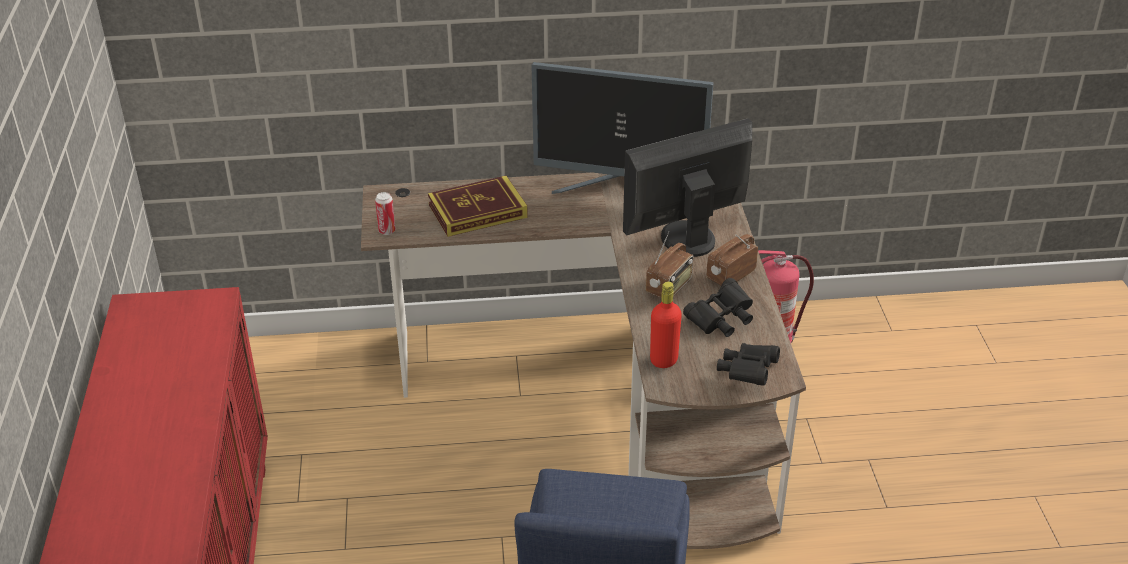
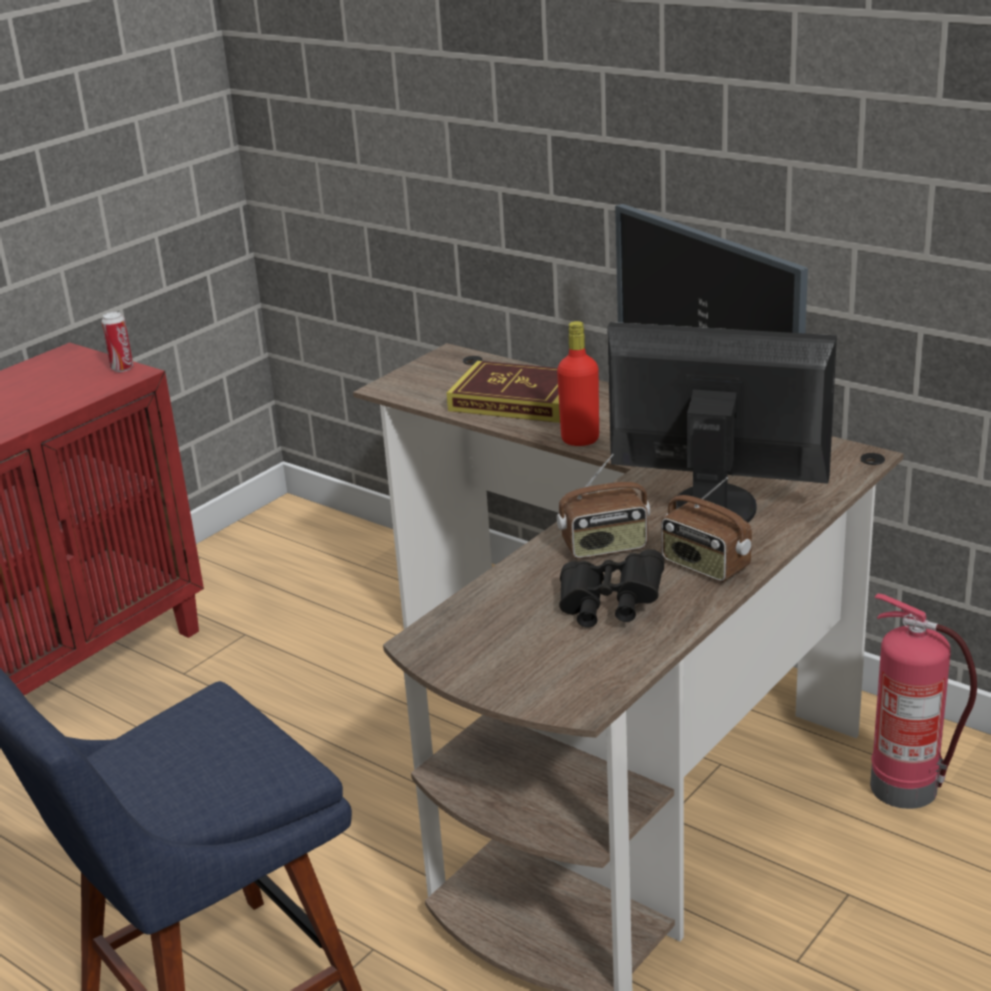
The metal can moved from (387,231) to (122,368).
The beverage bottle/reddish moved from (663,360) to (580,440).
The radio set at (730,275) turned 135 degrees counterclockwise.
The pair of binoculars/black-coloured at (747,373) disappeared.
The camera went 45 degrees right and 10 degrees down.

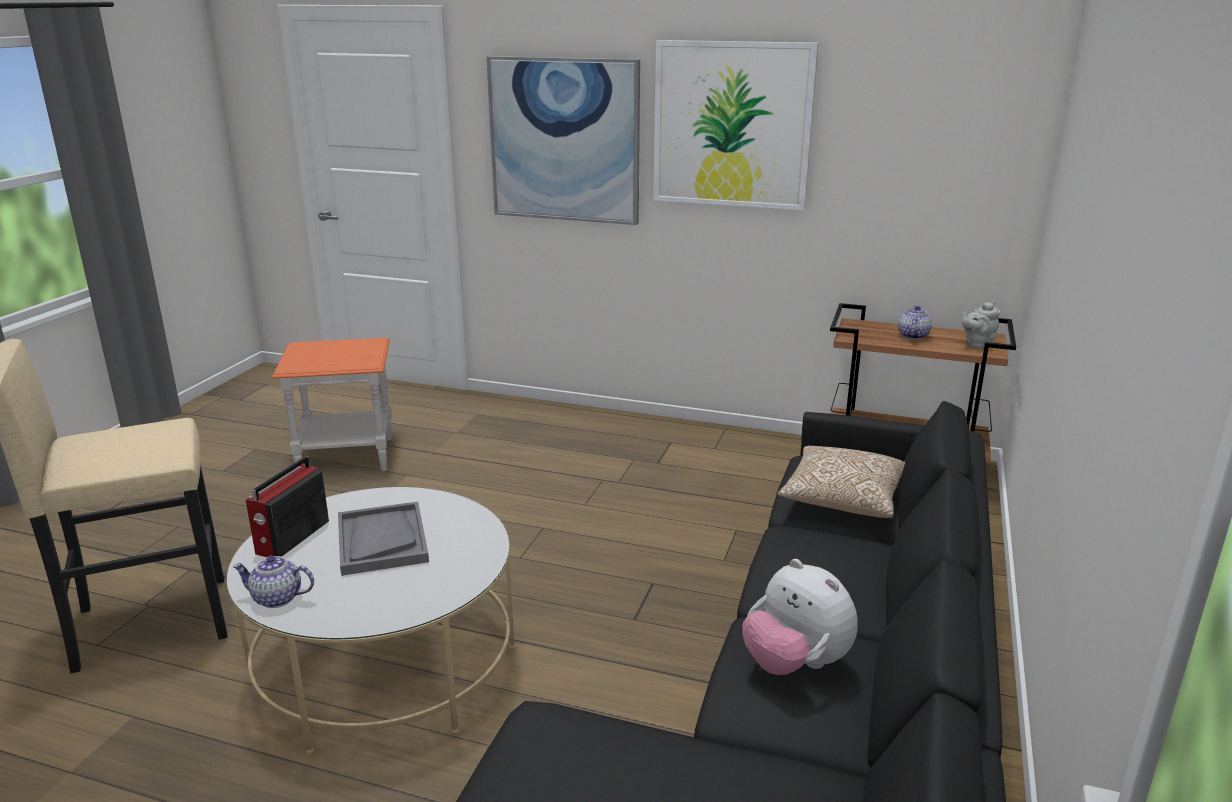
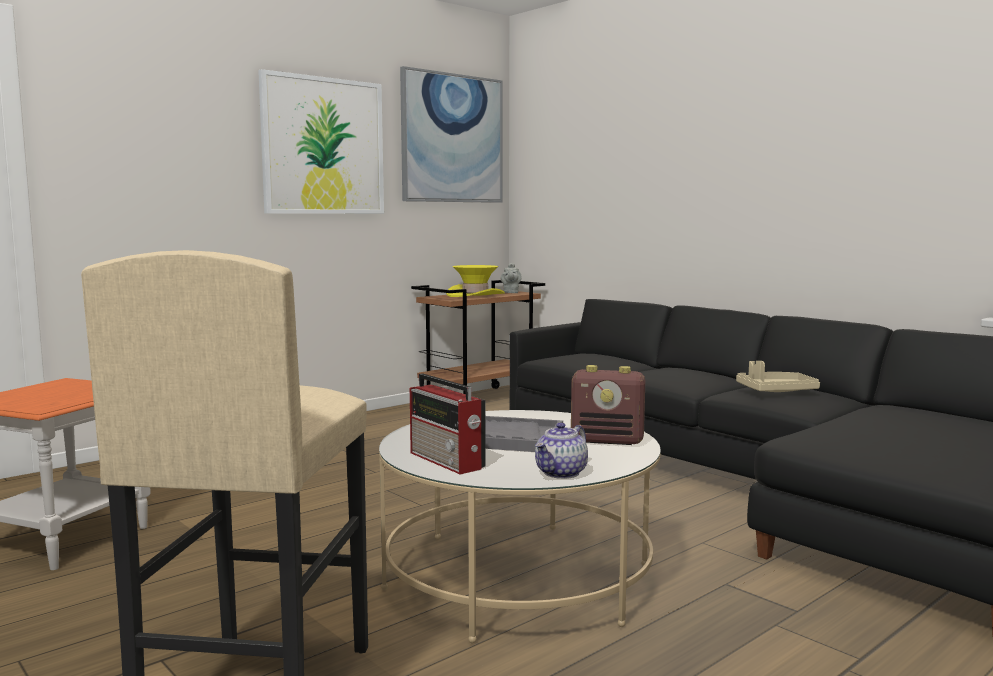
The wall picture moved from (564,140) to (452,138).
The soft toy at (795,664) was replaced by the serving tray/sand-coloured at (776,391).
The cushion at (843,499) disappeared.
The teapot at (912,336) was replaced by the wearable hat/yellow-coloured at (475,295).
The radio set at (608,441) appeared.
The camera went 60 degrees left and 15 degrees down.

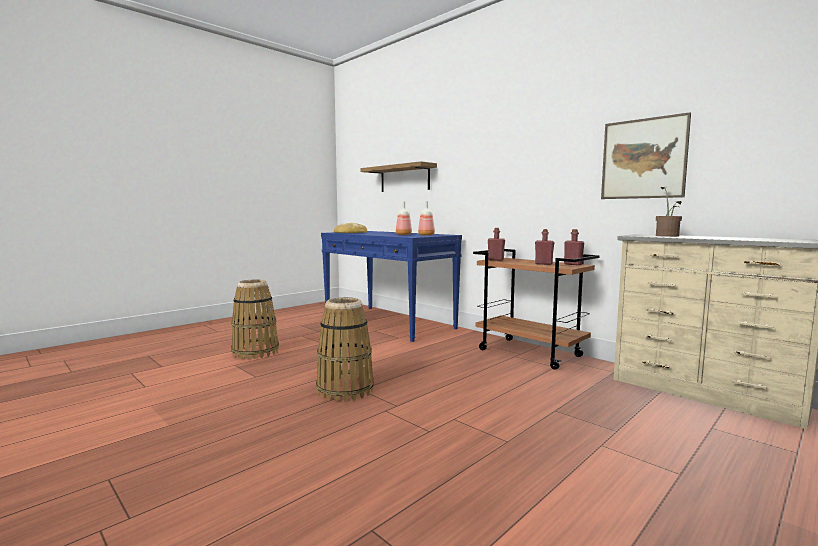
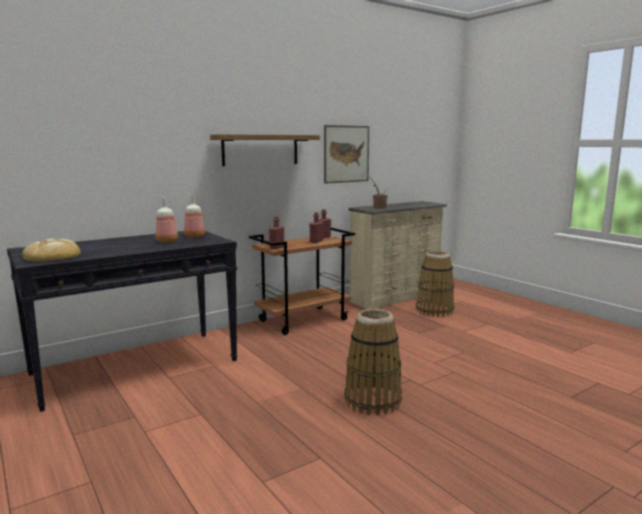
The basket moved from (255,352) to (434,310).
The console table/blue-coloured at (388,322) became the console table/black-coloured at (136,366).
The shelf moved from (404,178) to (260,150).
The camera went 80 degrees left and 5 degrees up.

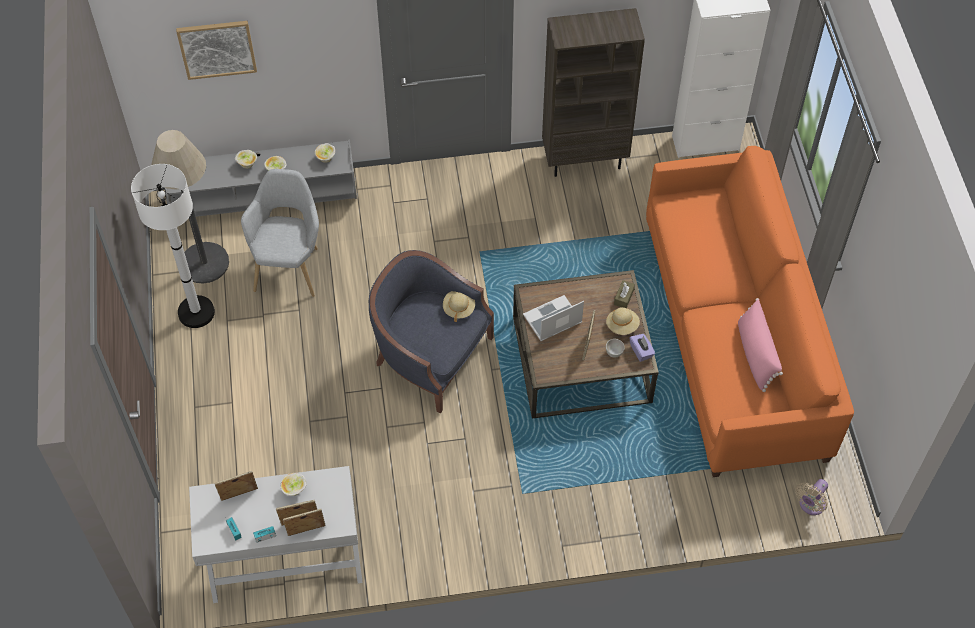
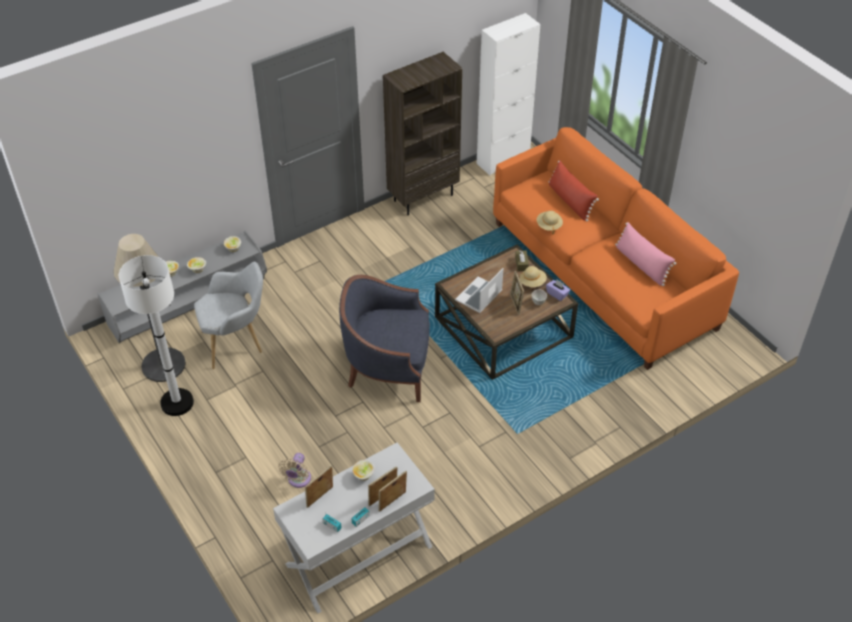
The wall picture at (217,48) disappeared.
The easy chair/greyish at (289,265) turned 90 degrees clockwise.
The wearable hat/sand-coloured moved from (459,308) to (549,225).
The cooling fan/sand-coloured moved from (810,505) to (298,480).
The cushion/reddish at (570,201) appeared.
The camera went 25 degrees left and 10 degrees down.

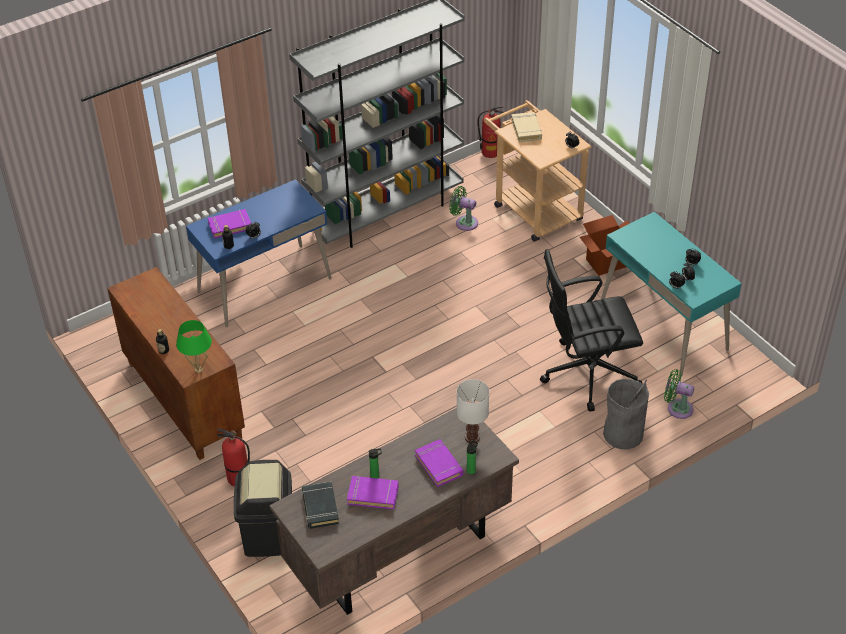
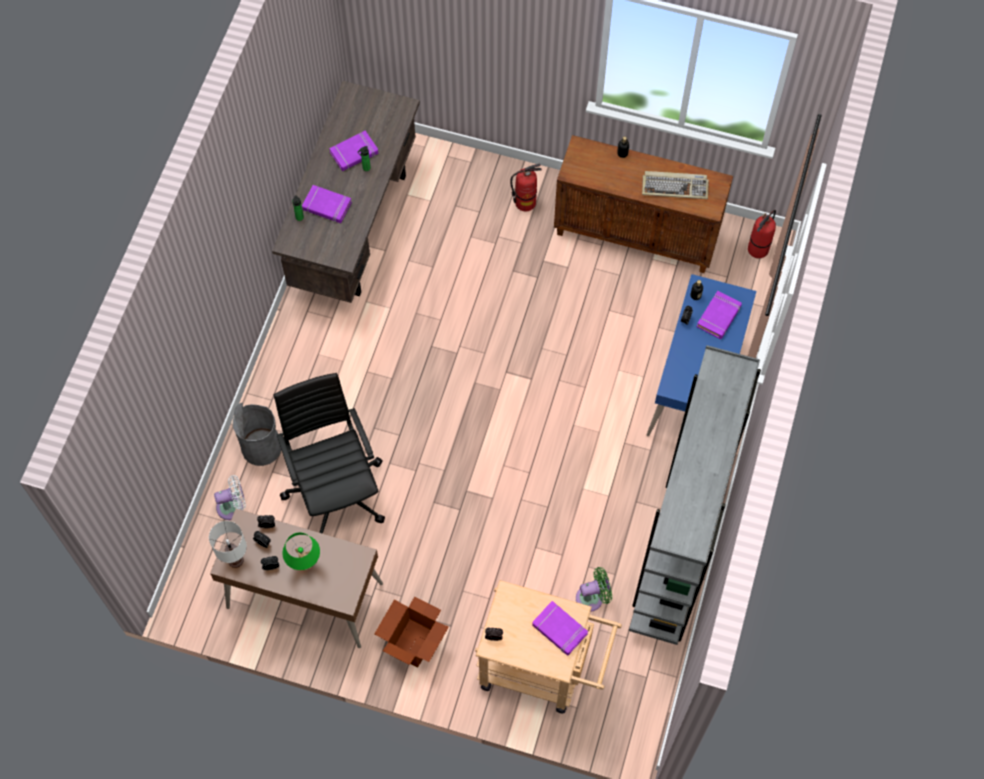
The table lamp/green moved from (198,369) to (305,565).
The rubbish bin/black-coloured at (269,535) disappeared.
The volume/black-coloured at (320,507) disappeared.
The table lamp/whitish moved from (471,437) to (236,560).
The extinguisher moved from (490,152) to (758,250).
The volume/sand-coloured at (526,129) became the volume/purple at (559,629).
The office chair/black-coloured at (586,373) turned 60 degrees counterclockwise.
The desk unit/turquoise-coloured at (663,326) became the desk unit/brown-coloured at (304,596).
The cooling fan/green at (677,408) became the cooling fan/whitish at (233,506).
The computer keyboard at (675,186) appeared.
The camera went 140 degrees right and 20 degrees up.

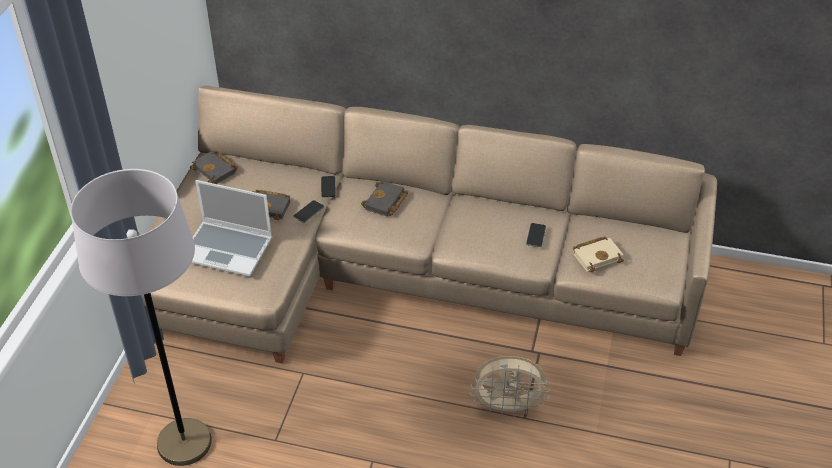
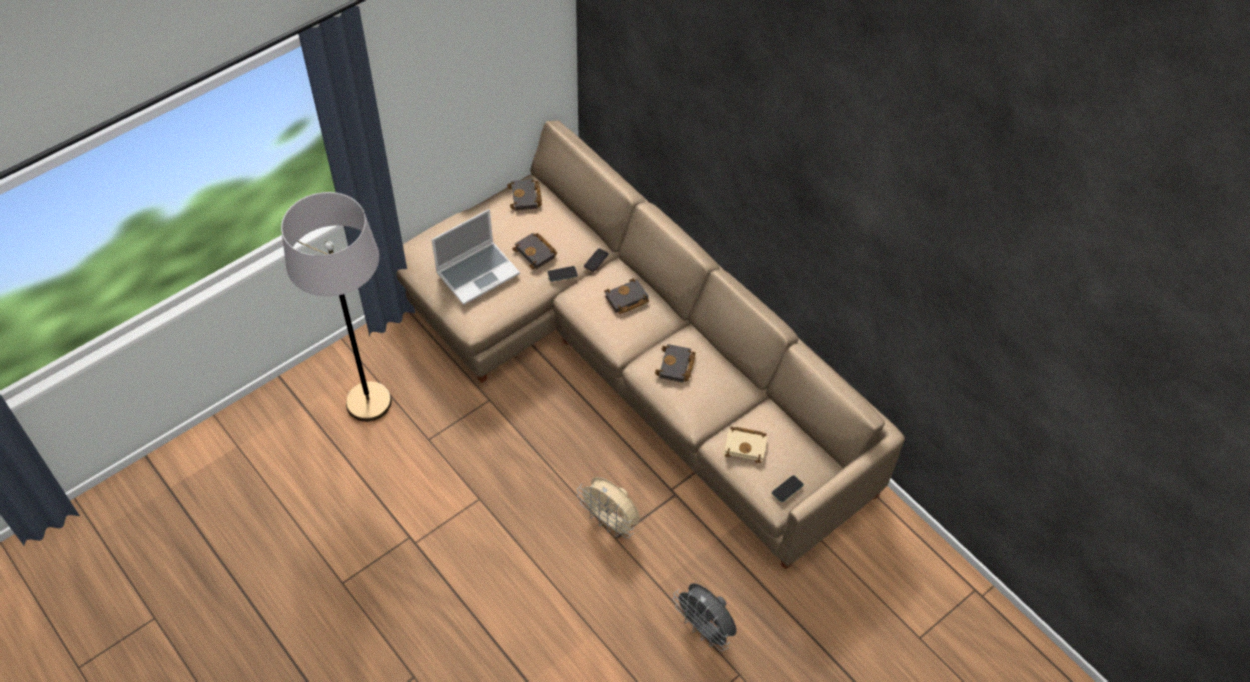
The laptop at (228,249) turned 90 degrees counterclockwise.
The telephone moved from (536,235) to (787,489).
The volume/black-coloured at (676,366) appeared.
The cooling fan/greyish at (705,629) appeared.
The camera went 35 degrees right and 10 degrees up.

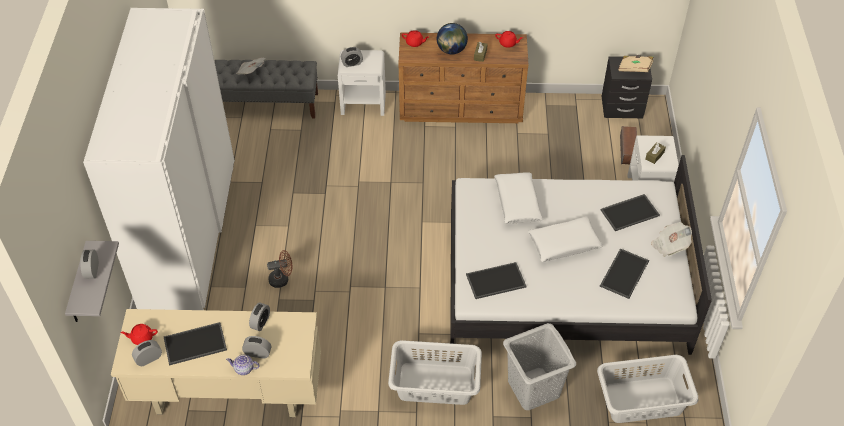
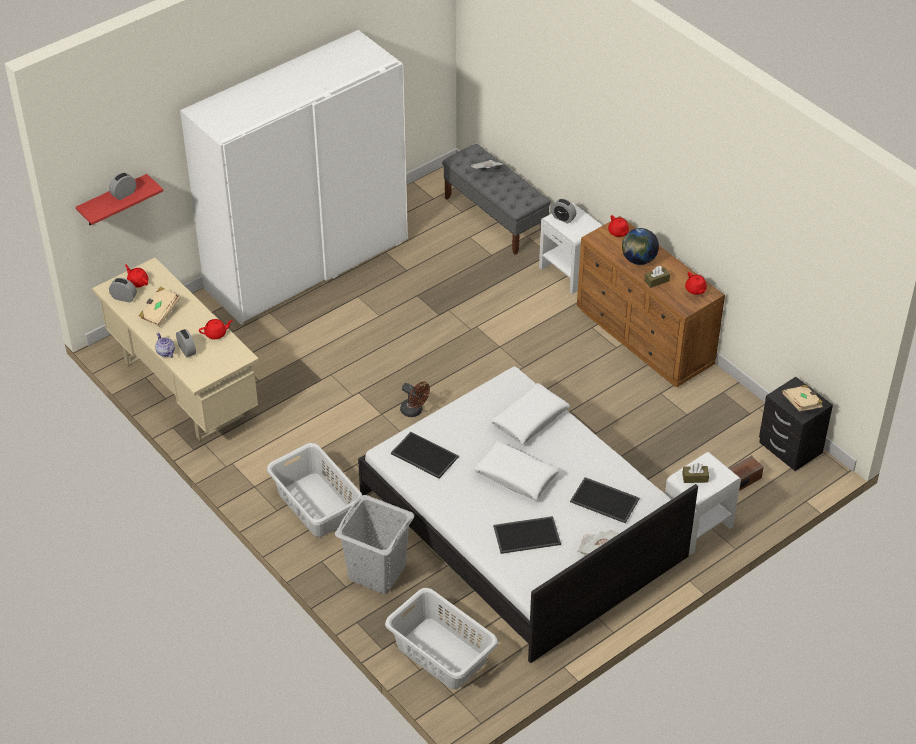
The shelf/greyish at (79,285) became the shelf/reddish at (113,201).
The serving tray at (194,345) was replaced by the volume/sand-coloured at (160,312).
The bedside clock at (260,322) was replaced by the teapot/reddish at (216,334).
The cooling fan/brown-coloured moved from (282,279) to (414,411).
The camera went 50 degrees right and 5 degrees down.

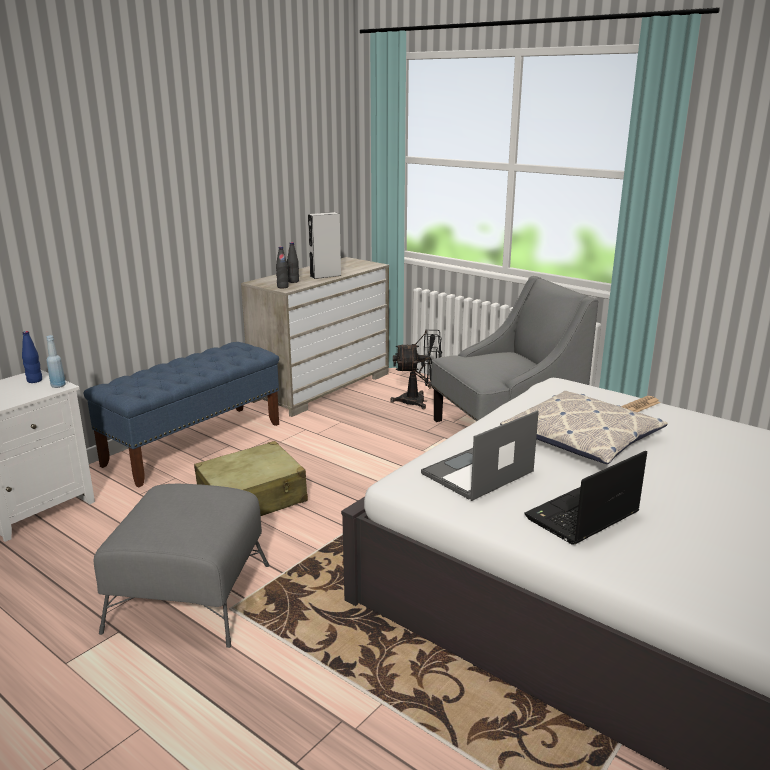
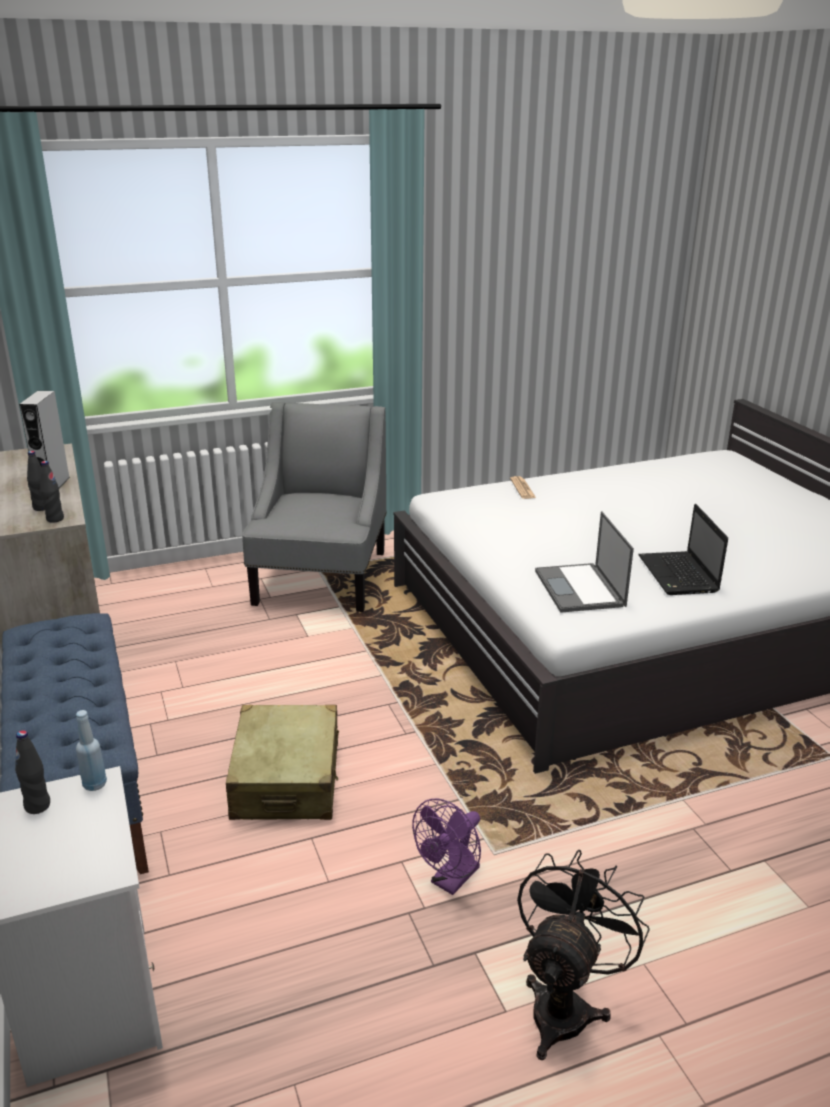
The beverage bottle/blue-coloured at (34,380) became the beverage bottle/black-coloured at (37,806).
The ottoman/greyish at (188,597) was replaced by the cooling fan/purple at (451,881).
The cooling fan/black-coloured moved from (419,401) to (565,1005).
The cushion at (582,438) disappeared.
The camera went 60 degrees left and 5 degrees up.

